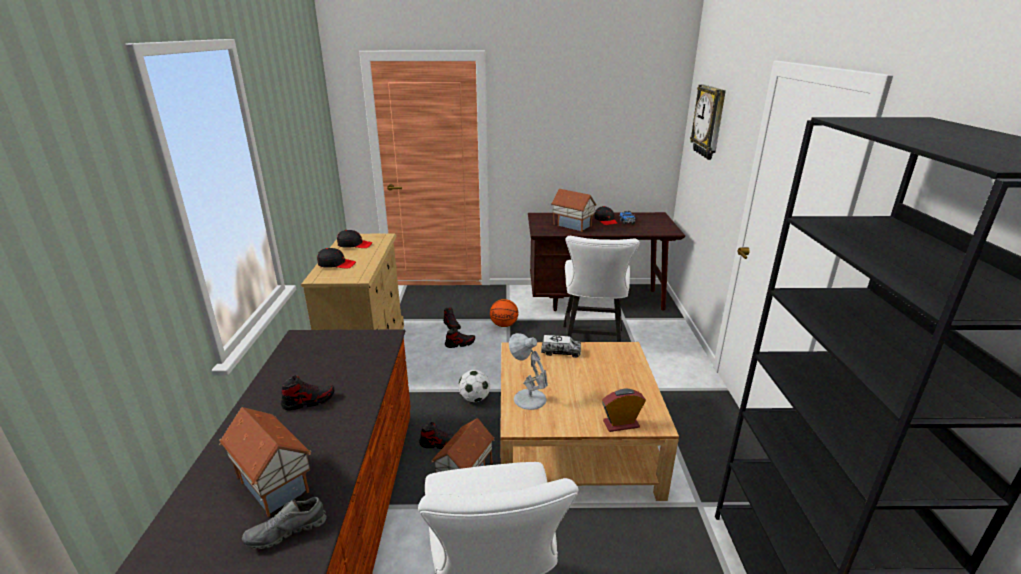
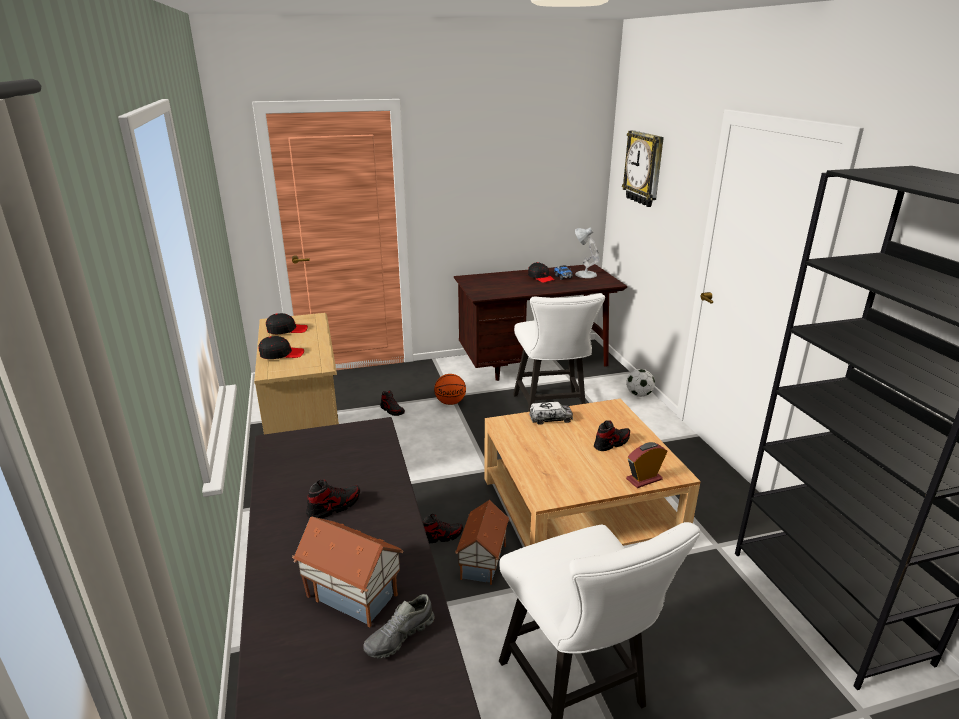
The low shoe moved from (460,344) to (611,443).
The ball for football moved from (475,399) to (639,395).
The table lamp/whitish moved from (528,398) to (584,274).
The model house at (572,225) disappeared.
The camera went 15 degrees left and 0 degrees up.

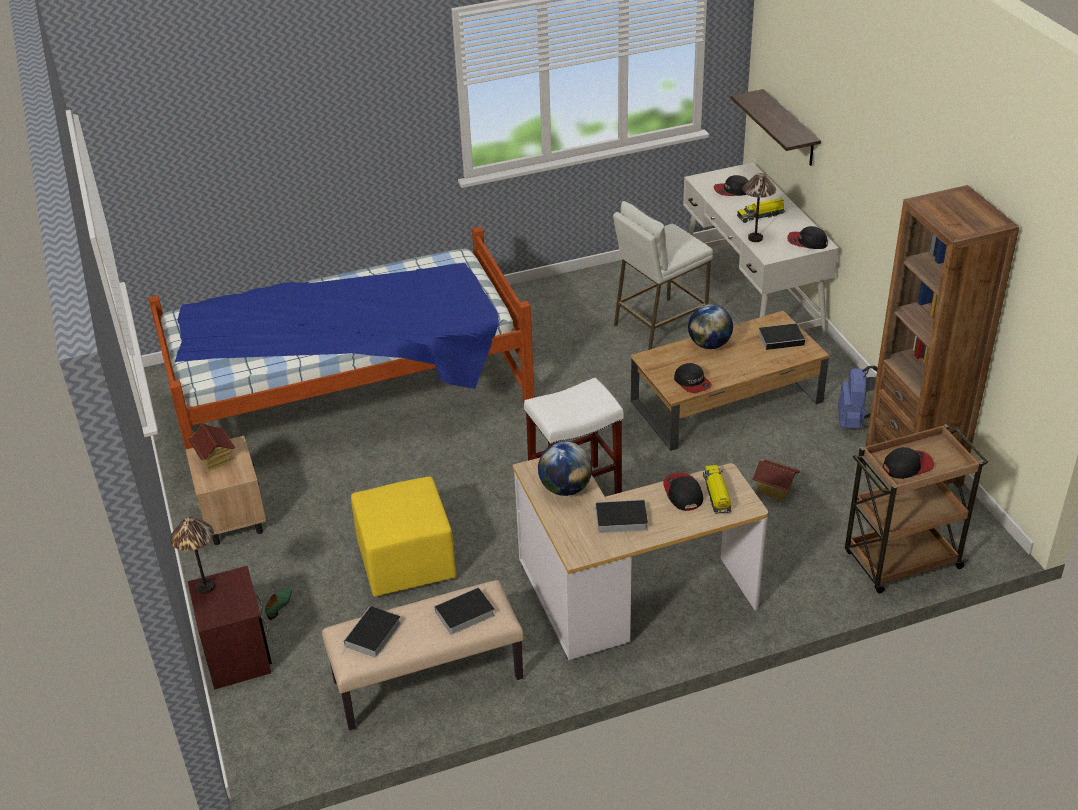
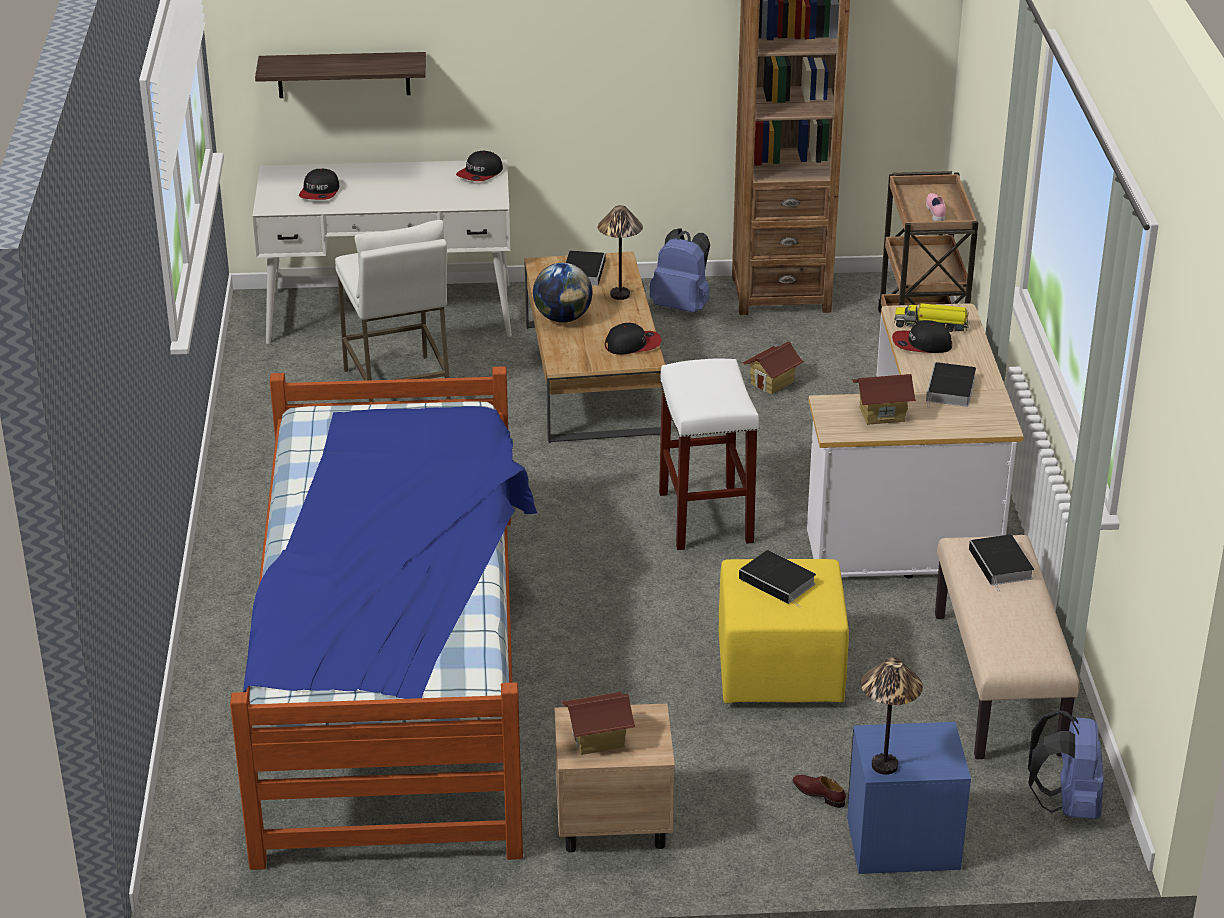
The nightstand/brown-coloured at (237,655) became the nightstand/blue-coloured at (903,843).
The low shoe/green at (280,605) became the low shoe/brown-coloured at (818,794).
The volume moved from (372,636) to (779,582).
The world globe at (565,488) was replaced by the model house at (881,414).
The toy lorry at (761,215) disappeared.
The table lamp moved from (755,238) to (619,295).
The baseball cap at (907,466) was replaced by the low shoe/pink-coloured at (936,213).
The rucksack/blue-coloured at (1067,804) appeared.
The camera went 75 degrees left and 5 degrees down.

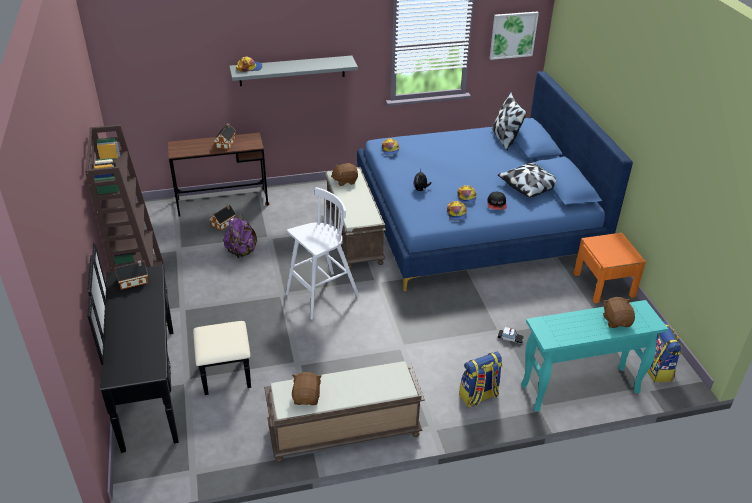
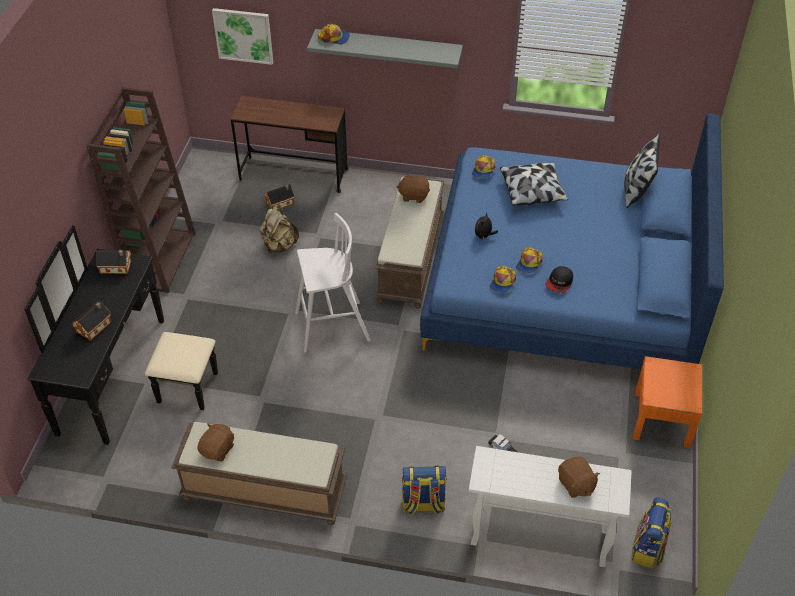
The model house moved from (226,143) to (95,326).
The rucksack/purple at (241,252) became the rucksack/sand-coloured at (279,246).
The wall picture moved from (513,35) to (243,35).
The cushion moved from (530,187) to (533,191).
The console table/turquoise-coloured at (579,389) became the console table/whitish at (538,537).
The soft toy/brown-coloured at (616,321) turned 135 degrees clockwise.
The camera went 25 degrees right and 10 degrees up.

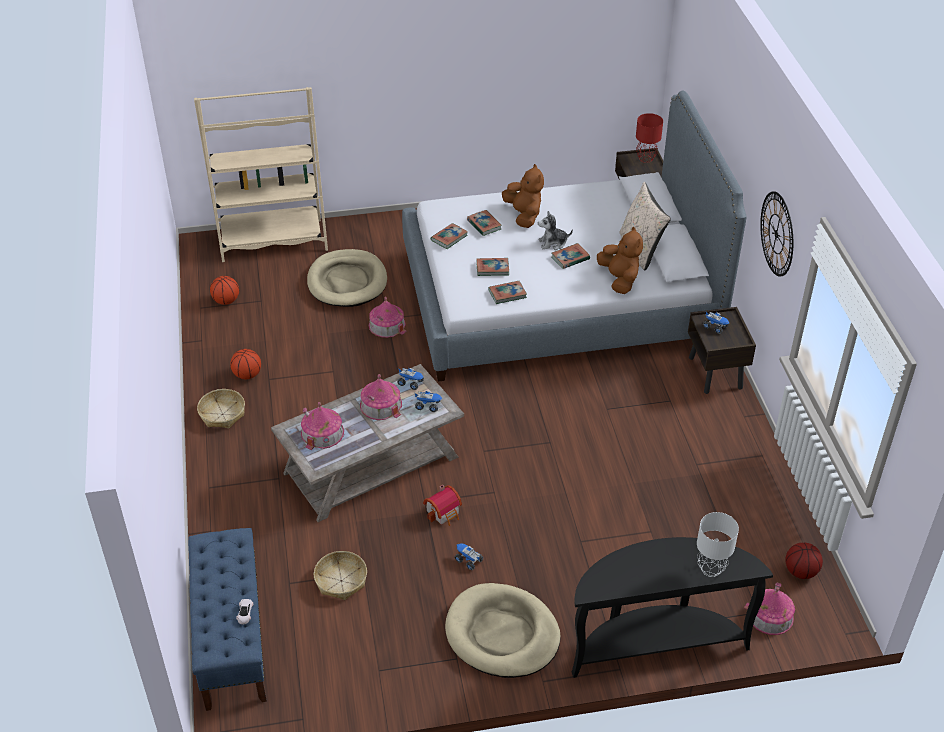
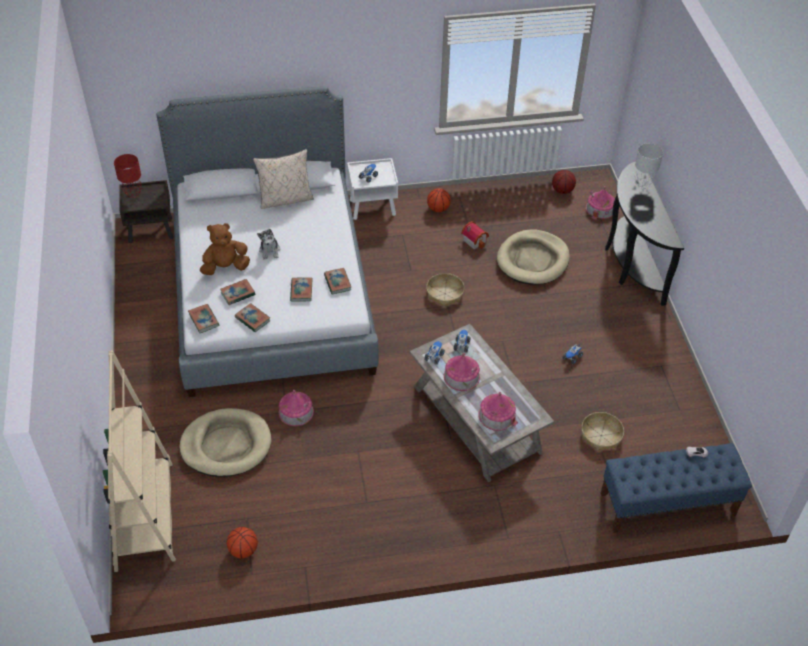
The basket moved from (222,414) to (444,294).
The basketball ball moved from (247,375) to (438,209).
The model house moved from (444,513) to (475,240).
The dog cushion/sand-coloured moved from (502,634) to (533,260).
The volume moved from (570,258) to (204,320).
The soft toy/brown-coloured at (619,279) disappeared.
The nightstand/brown-coloured at (715,373) became the nightstand/whitish at (373,207).
The wall clock at (776,234) disappeared.
The camera went 90 degrees left and 5 degrees up.

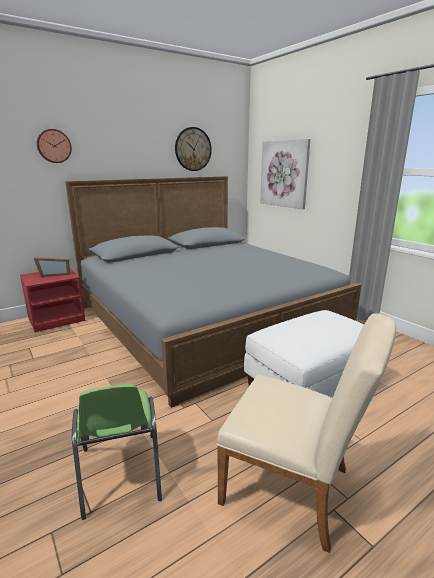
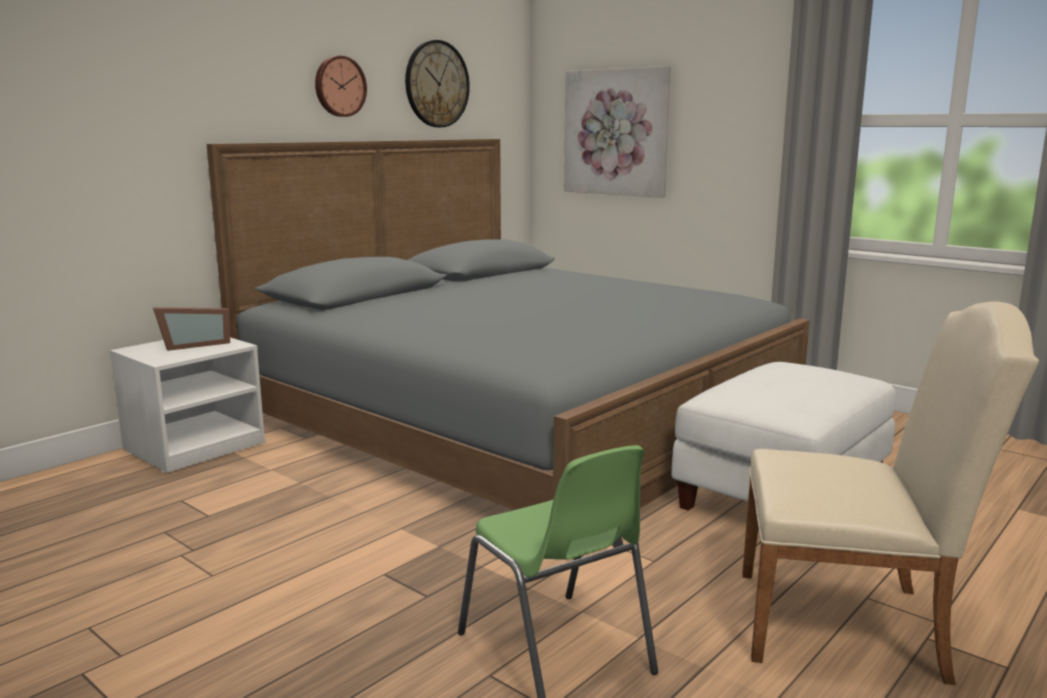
The nightstand/reddish at (57,319) became the nightstand/whitish at (195,446).
The wall clock moved from (54,146) to (339,86).
The camera went 15 degrees left and 5 degrees down.

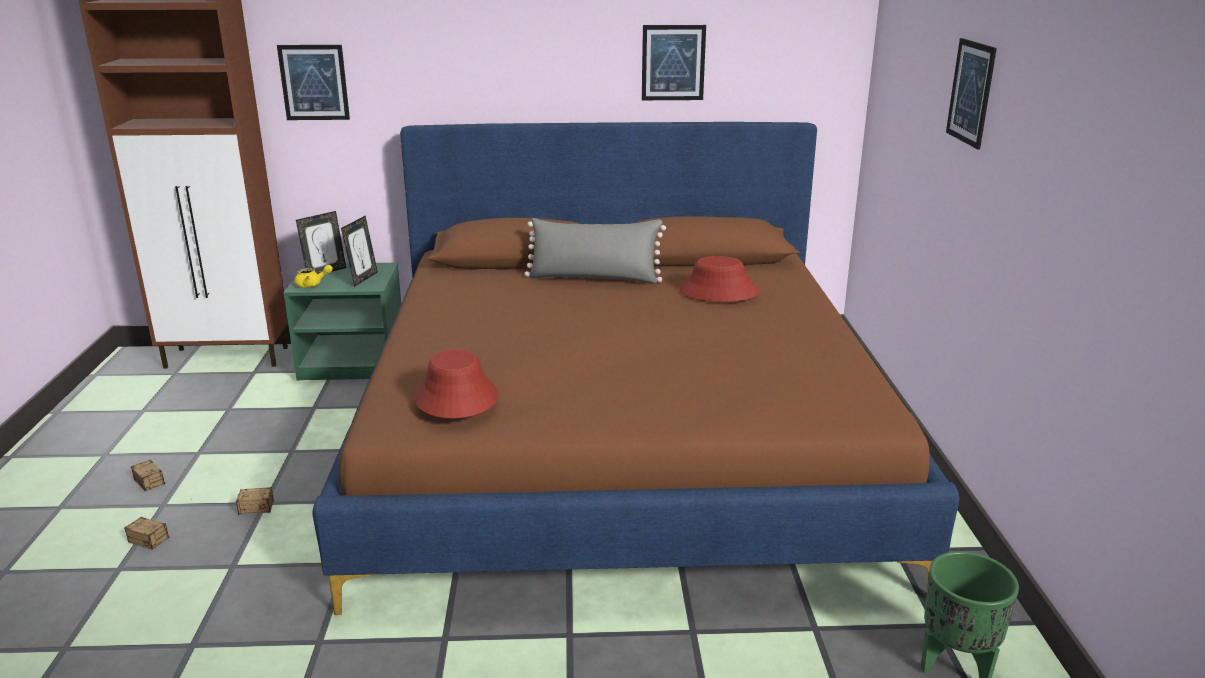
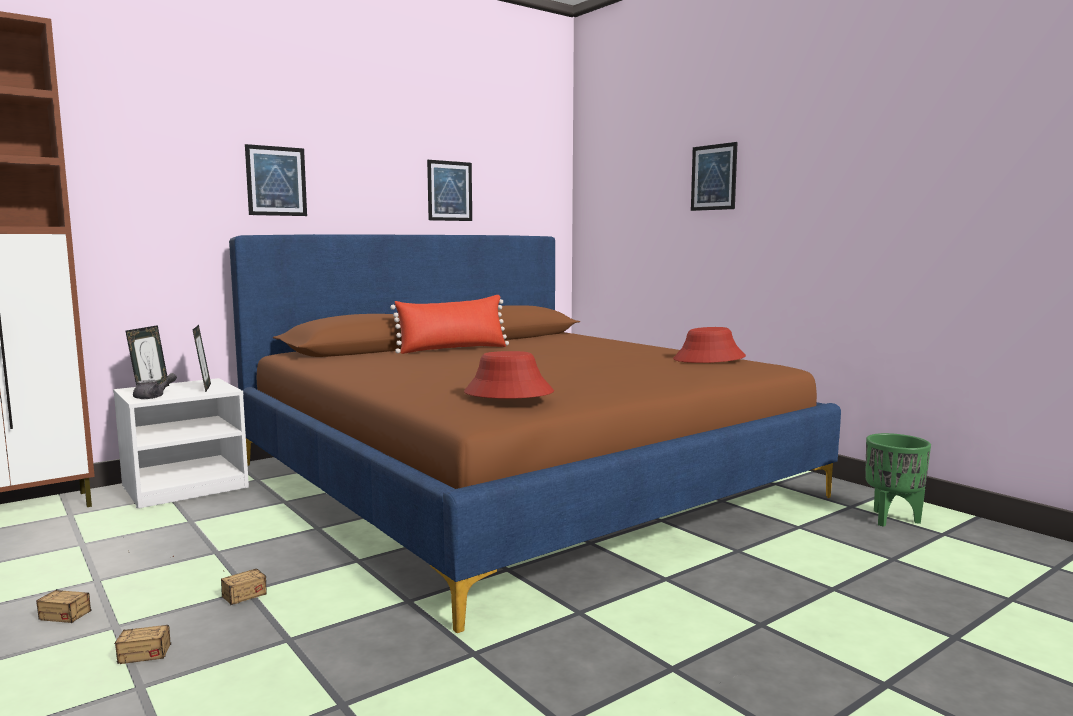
The wall picture moved from (314,82) to (276,181).
The nightstand/green at (354,362) became the nightstand/whitish at (186,487).
The teapot/yellow-coloured at (312,284) became the teapot/greyish at (154,397).
The cushion/greyish at (594,278) became the cushion/reddish at (453,349).
The wearable hat/reddish moved from (718,292) to (709,359).
The camera went 35 degrees left and 15 degrees down.

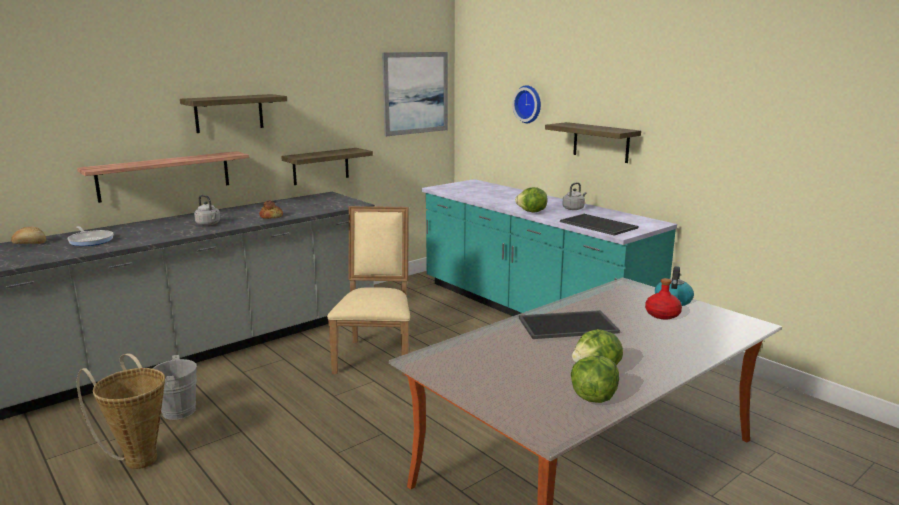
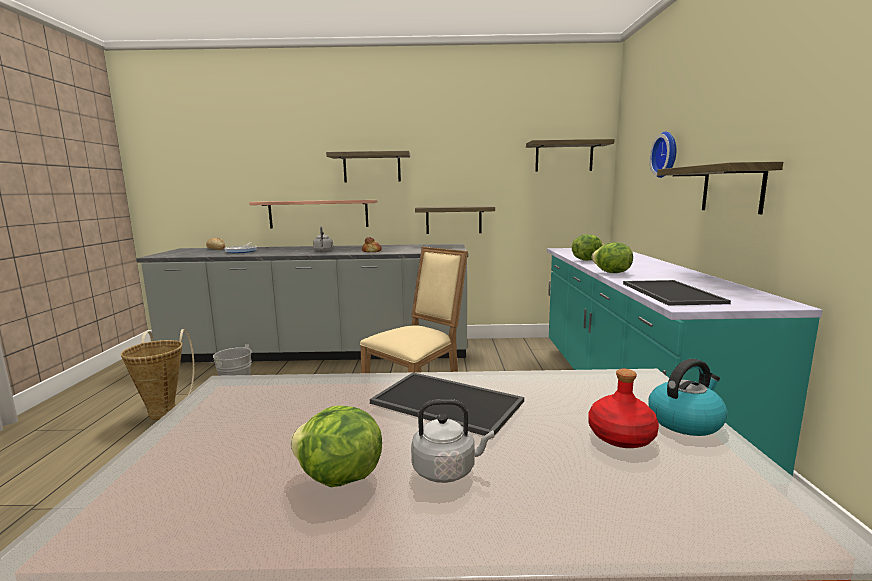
The wall picture at (415,93) was replaced by the shelf at (564,157).
The kettle/greyish moved from (574,208) to (447,470).
The lettuce head moved from (593,397) to (586,260).
The camera went 40 degrees right and 5 degrees down.

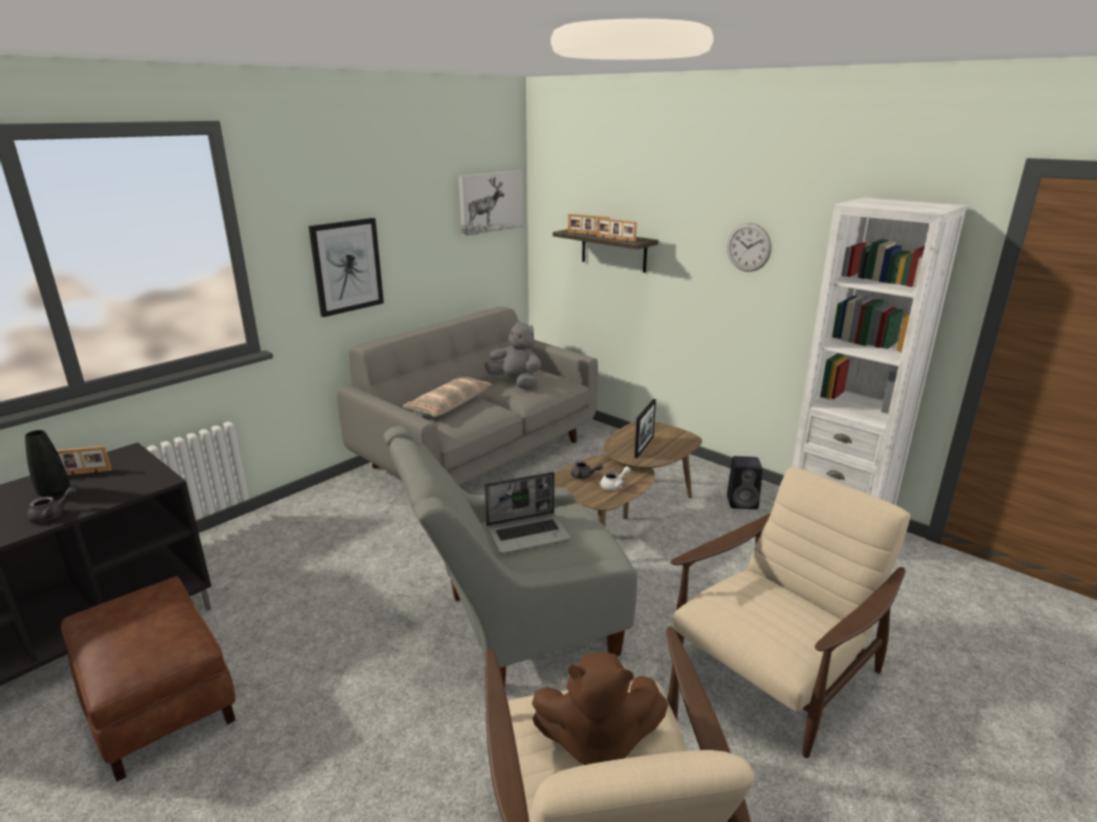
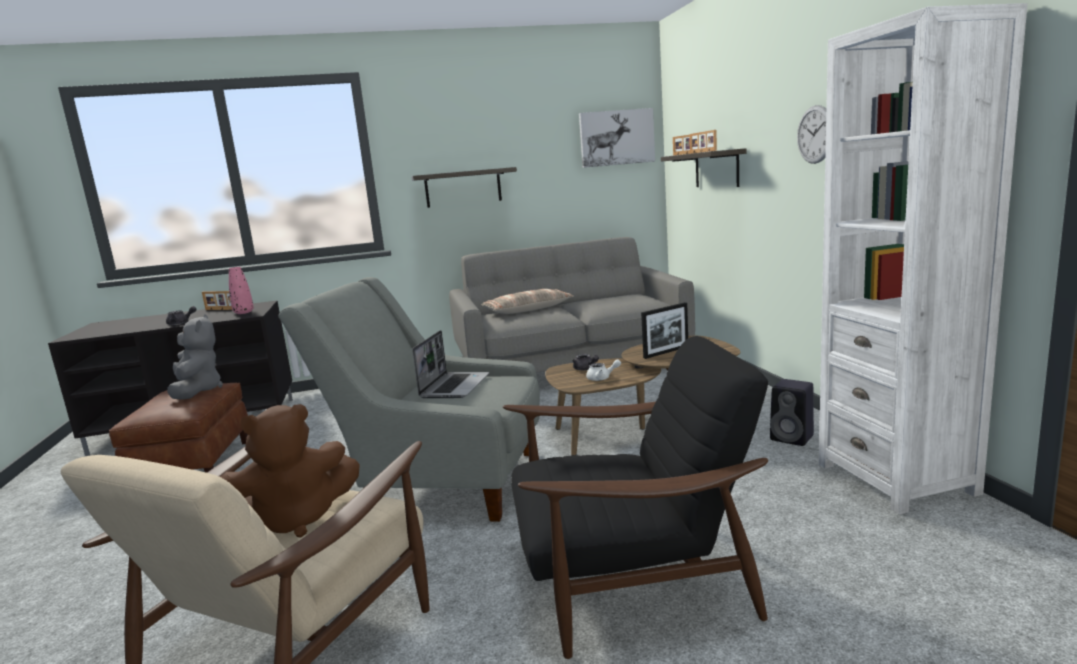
The flower vase/black-coloured at (54,493) disappeared.
The wall picture at (347,266) was replaced by the shelf at (463,188).
The soft toy/greyish moved from (516,382) to (197,391).
The laptop at (529,534) turned 90 degrees counterclockwise.
The soft toy/brown-coloured at (597,742) turned 60 degrees counterclockwise.
The easy chair/sand-coloured at (774,672) became the easy chair/black-coloured at (631,579).
The flower vase/pink-coloured at (243,312) appeared.
The camera went 35 degrees right and 10 degrees down.

